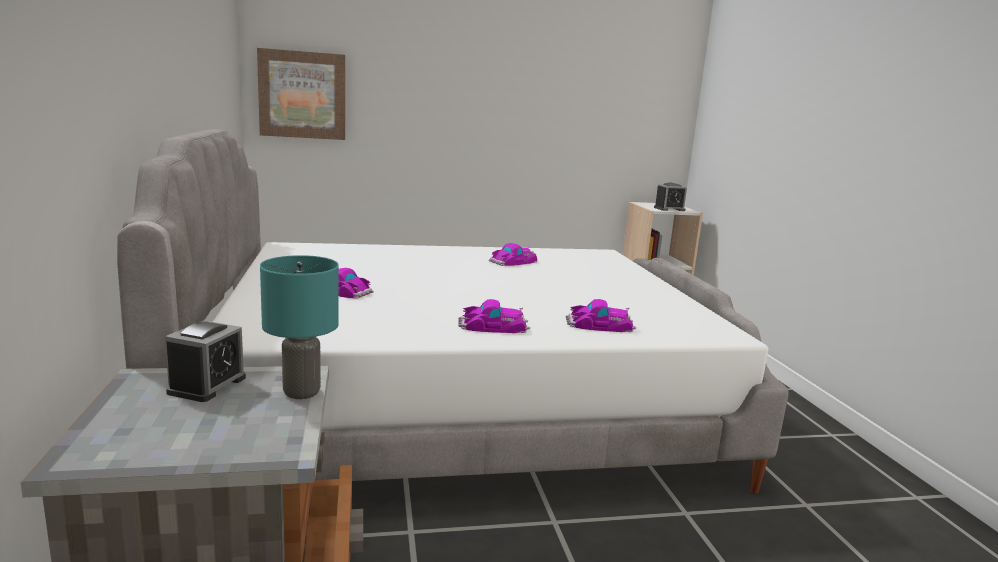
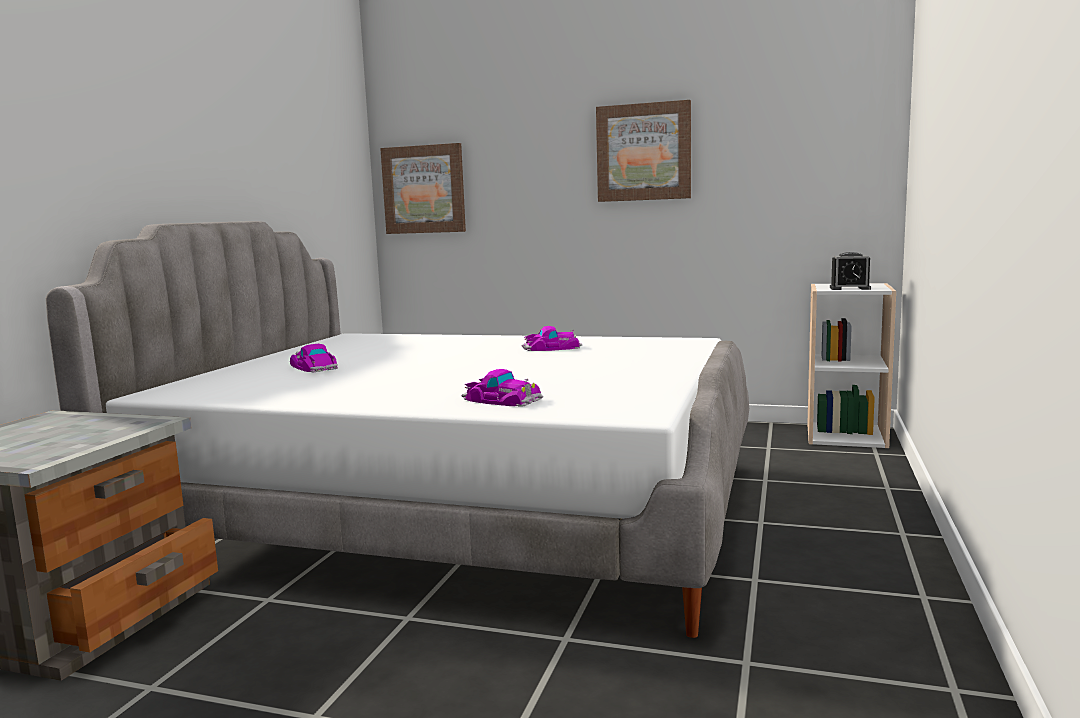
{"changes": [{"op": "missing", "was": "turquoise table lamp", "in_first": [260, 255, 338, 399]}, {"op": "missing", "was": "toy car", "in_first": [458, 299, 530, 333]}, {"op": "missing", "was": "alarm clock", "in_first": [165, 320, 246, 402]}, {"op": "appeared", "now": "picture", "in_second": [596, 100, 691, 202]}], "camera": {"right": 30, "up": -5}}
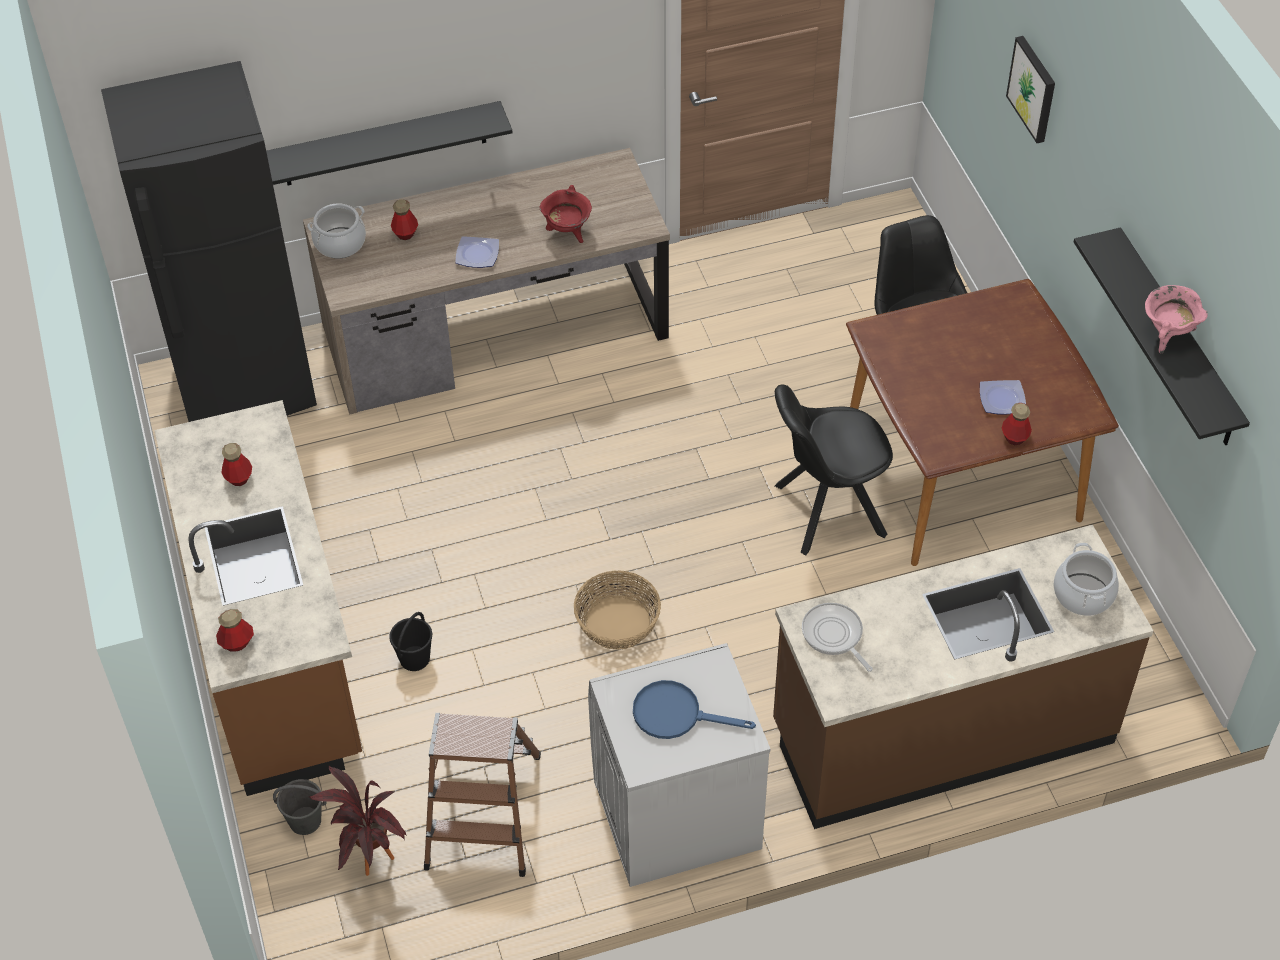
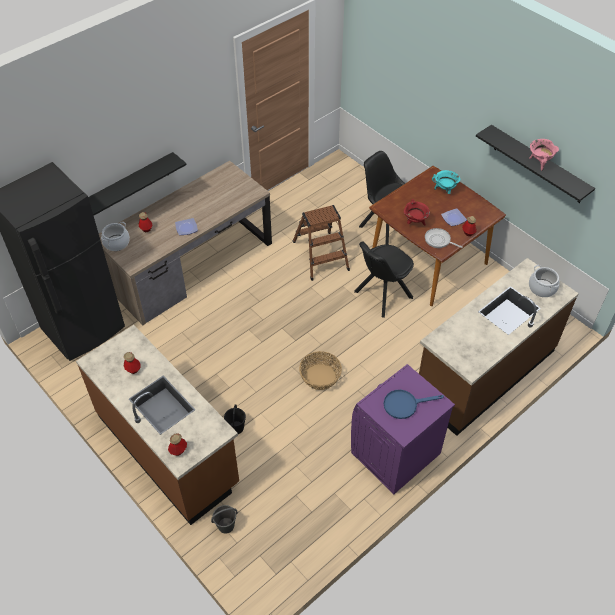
{"changes": [{"op": "missing", "was": "picture", "in_first": [1006, 36, 1055, 143]}, {"op": "relocated", "was": "red cooking pot", "in_first": [539, 185, 592, 243], "in_second": [404, 199, 430, 225]}, {"op": "relocated", "was": "frying pan", "in_first": [802, 603, 873, 672], "in_second": [425, 228, 463, 248]}, {"op": "colour", "was": "white washing machine", "now": "purple washing machine", "in_first": [588, 643, 770, 887], "in_second": [351, 364, 455, 494]}, {"op": "relocated", "was": "brown step ladder", "in_first": [424, 713, 541, 877], "in_second": [292, 205, 350, 281]}, {"op": "missing", "was": "potted plant", "in_first": [308, 766, 407, 876]}, {"op": "appeared", "now": "turquoise cooking pot", "in_second": [432, 170, 460, 194]}], "camera": {"right": -25, "up": 0}}
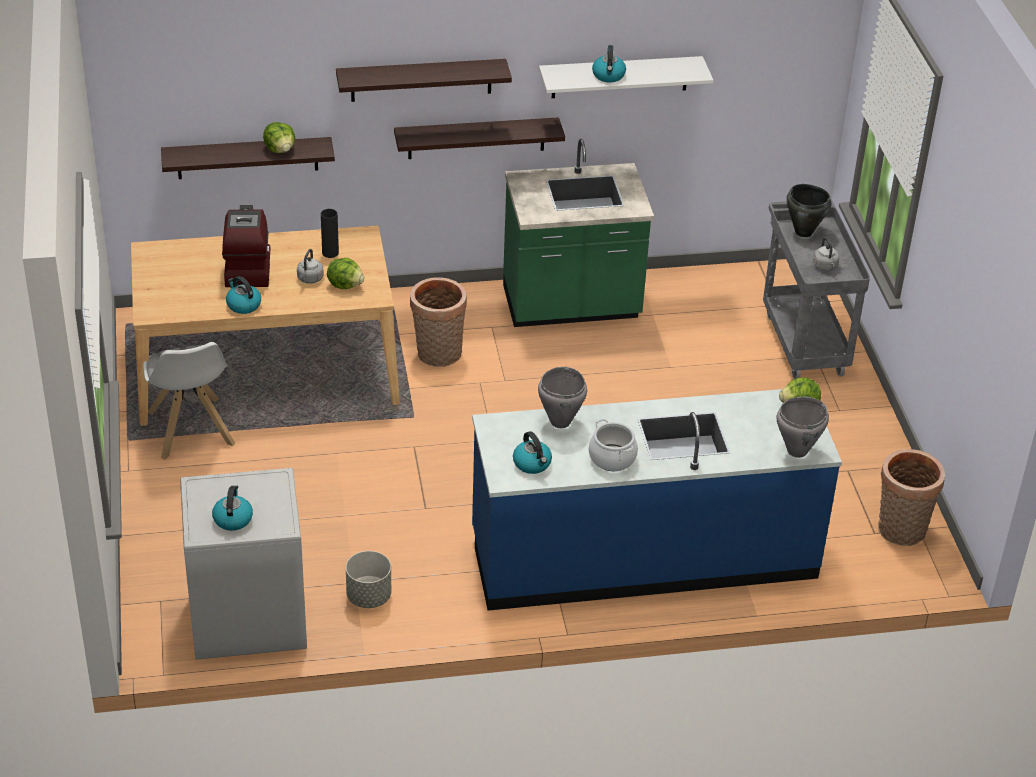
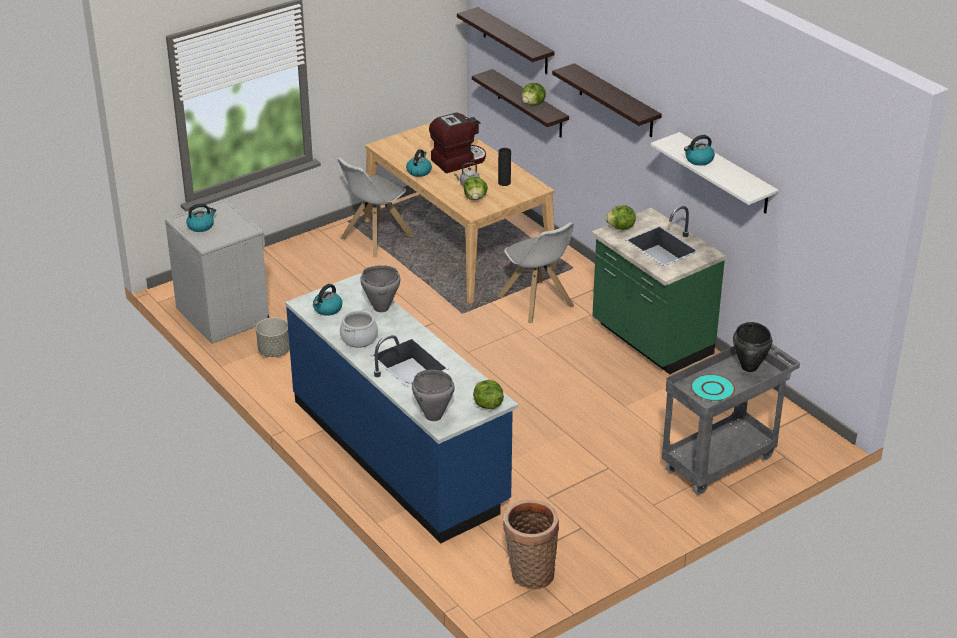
{"changes": [{"op": "relocated", "was": "shelf", "in_first": [394, 117, 565, 159], "in_second": [457, 7, 555, 74]}, {"op": "exchanged", "was": "grey kettle", "now": "turquoise plate", "in_first": [813, 237, 840, 271], "in_second": [691, 374, 735, 402]}, {"op": "exchanged", "was": "basket", "now": "chair", "in_first": [410, 277, 467, 367], "in_second": [498, 222, 574, 323]}, {"op": "appeared", "now": "lettuce", "in_second": [605, 205, 636, 230]}], "camera": {"right": 65, "up": -5}}
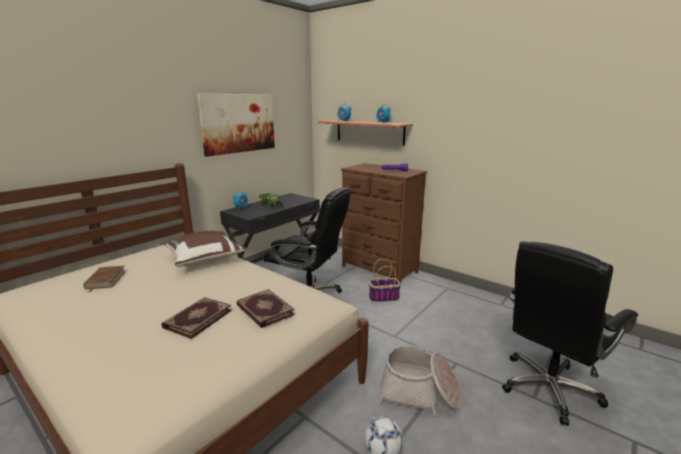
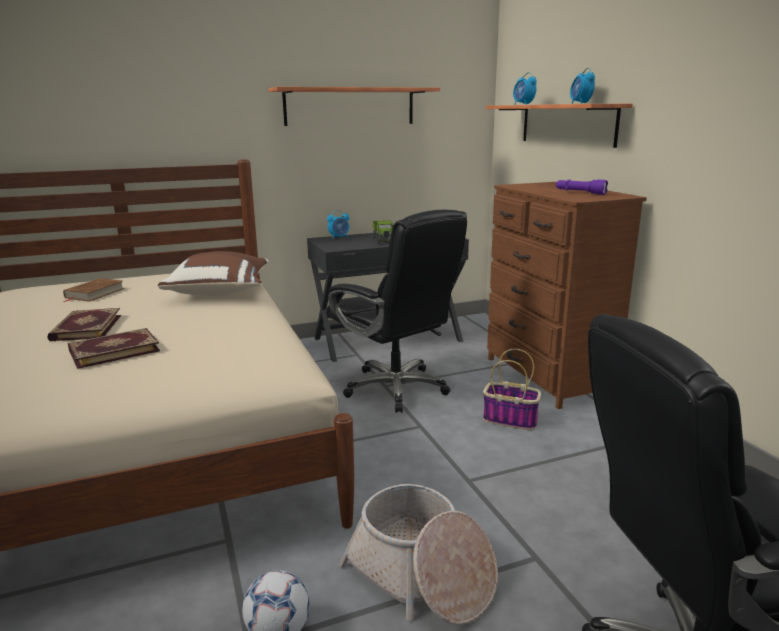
{"changes": [{"op": "exchanged", "was": "picture", "now": "shelf", "in_first": [197, 94, 275, 157], "in_second": [269, 87, 440, 126]}, {"op": "relocated", "was": "book", "in_first": [236, 289, 295, 328], "in_second": [47, 308, 121, 341]}], "camera": {"right": 30, "up": 0}}
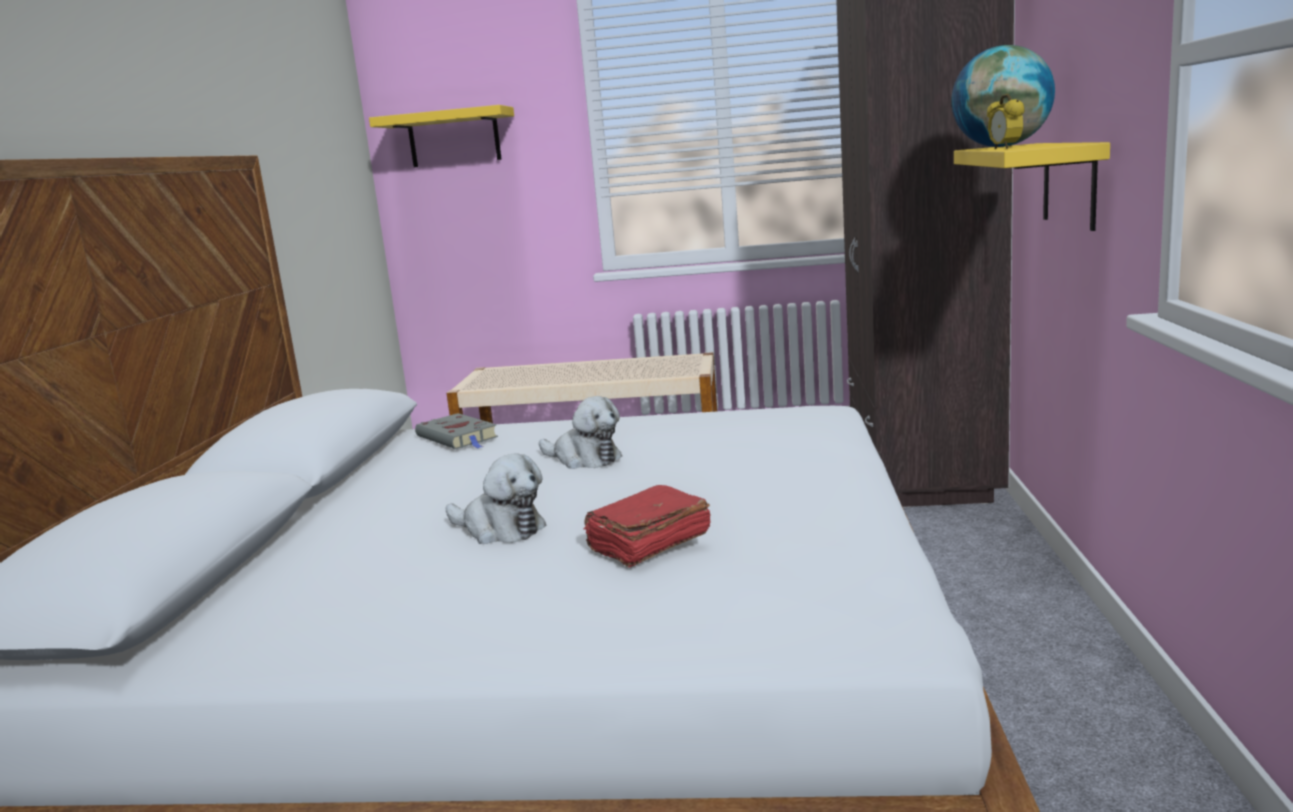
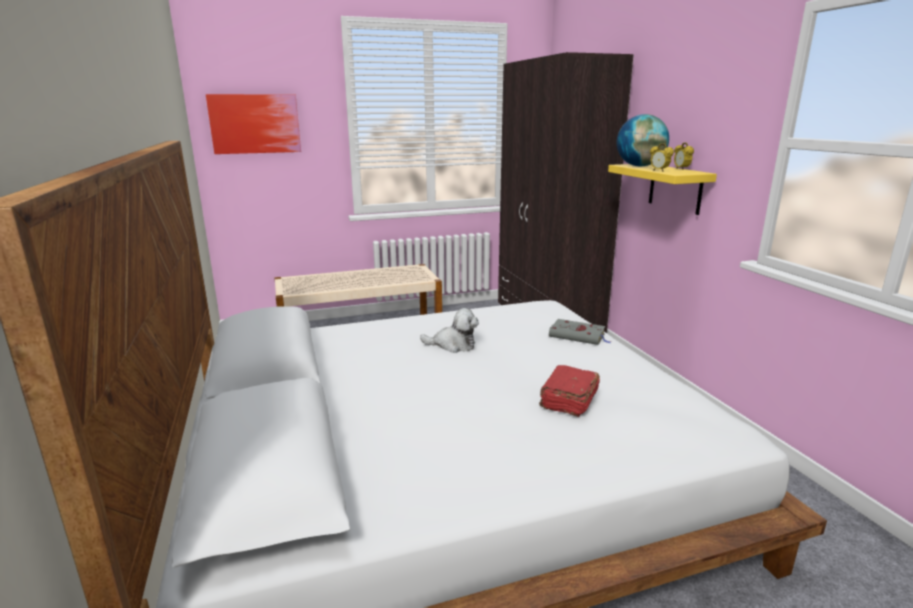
{"changes": [{"op": "exchanged", "was": "yellow shelf", "now": "picture", "in_first": [369, 105, 514, 167], "in_second": [206, 94, 301, 154]}, {"op": "relocated", "was": "grey book", "in_first": [415, 413, 498, 449], "in_second": [549, 319, 610, 345]}, {"op": "missing", "was": "plush toy", "in_first": [446, 453, 547, 544]}, {"op": "appeared", "now": "alarm clock", "in_second": [674, 143, 694, 170]}], "camera": {"right": -25, "up": 5}}
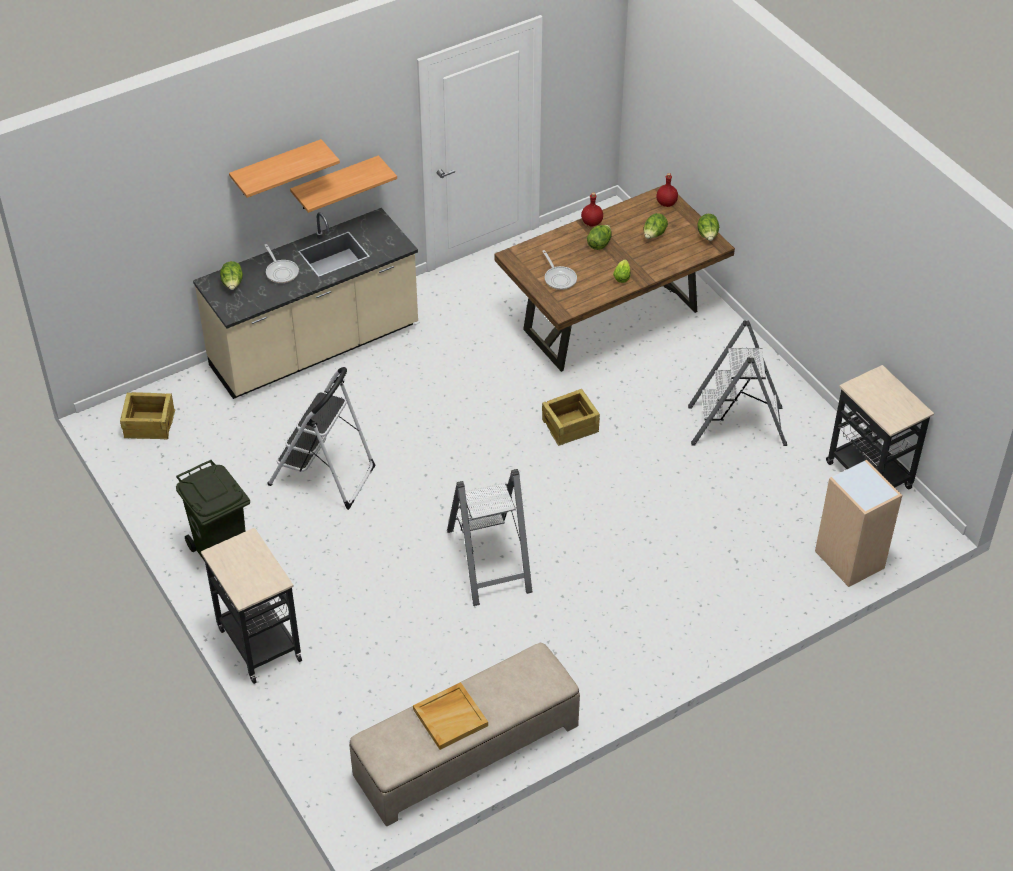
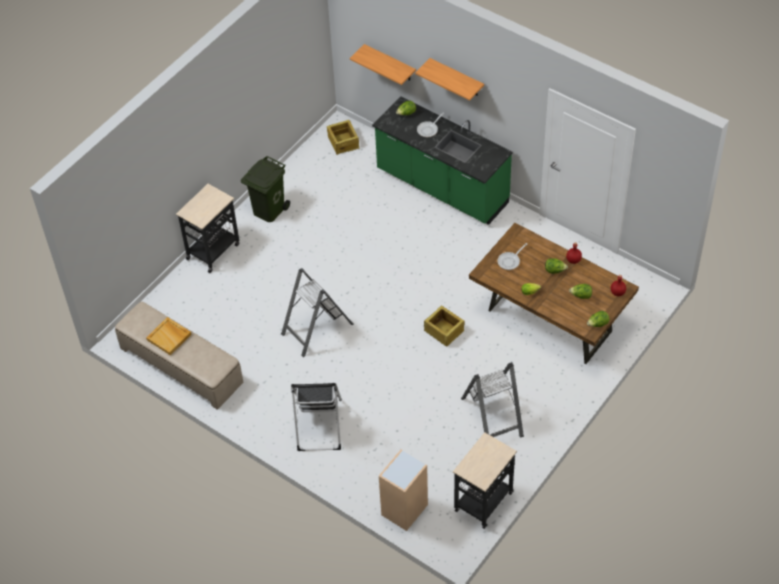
{"changes": [{"op": "relocated", "was": "shelf", "in_first": [290, 155, 397, 213], "in_second": [350, 44, 416, 85]}, {"op": "colour", "was": "beige counter", "now": "green counter", "in_first": [193, 208, 418, 399], "in_second": [372, 96, 513, 225]}, {"op": "relocated", "was": "step ladder", "in_first": [267, 367, 375, 510], "in_second": [291, 383, 342, 451]}], "camera": {"right": 70, "up": 5}}
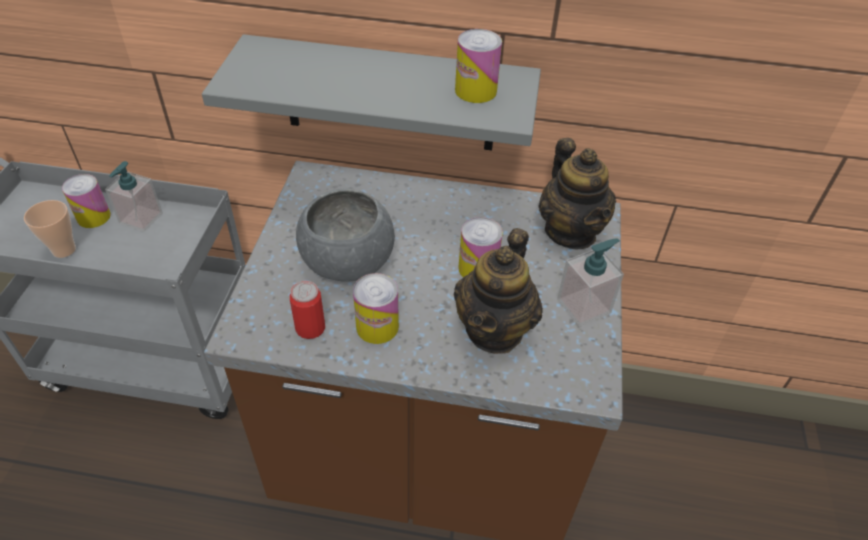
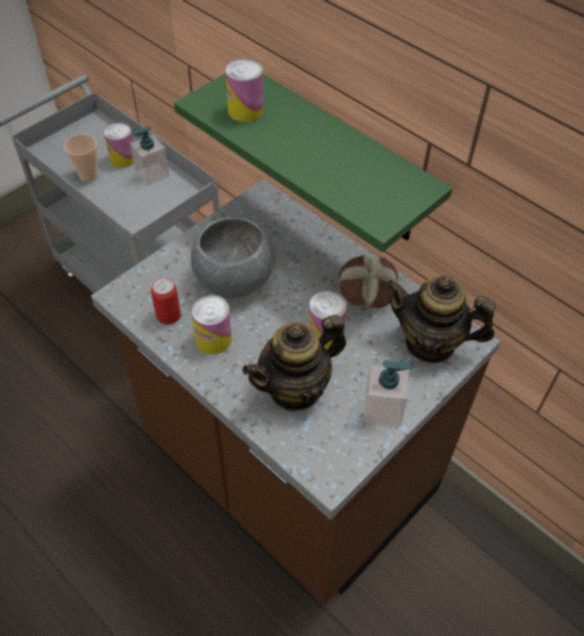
{"changes": [{"op": "relocated", "was": "can", "in_first": [455, 29, 502, 103], "in_second": [225, 59, 264, 122]}, {"op": "colour", "was": "grey shelf", "now": "green shelf", "in_first": [202, 34, 541, 150], "in_second": [174, 73, 453, 252]}, {"op": "spun", "was": "teapot", "in_first": [539, 138, 616, 250], "in_second": [386, 275, 496, 364], "clockwise": 90}, {"op": "appeared", "now": "bread", "in_second": [339, 255, 398, 308]}], "camera": {"right": 35, "up": 5}}
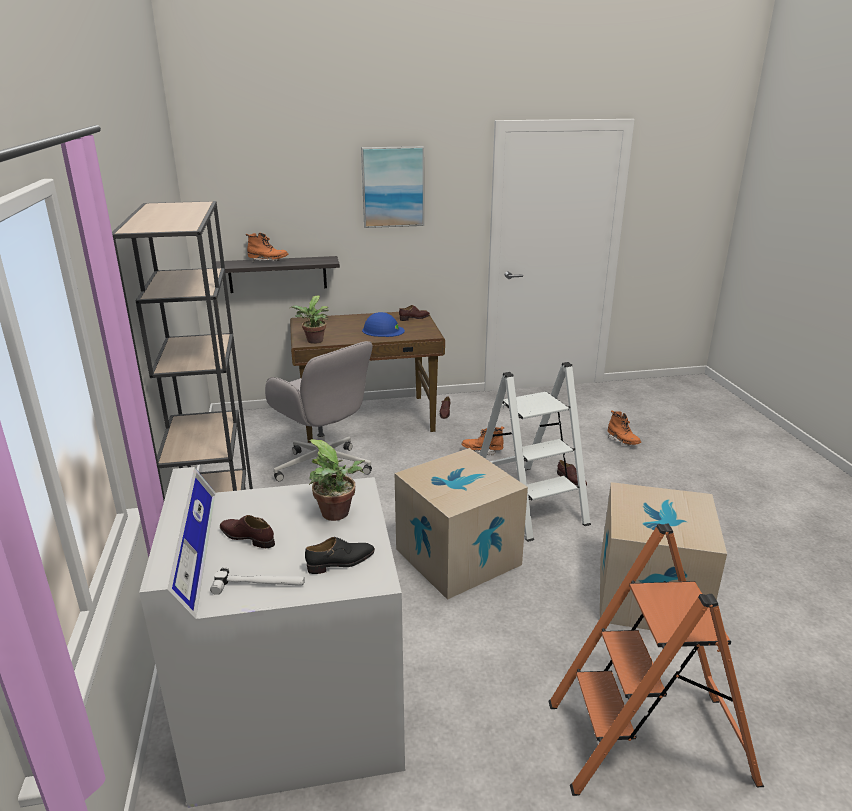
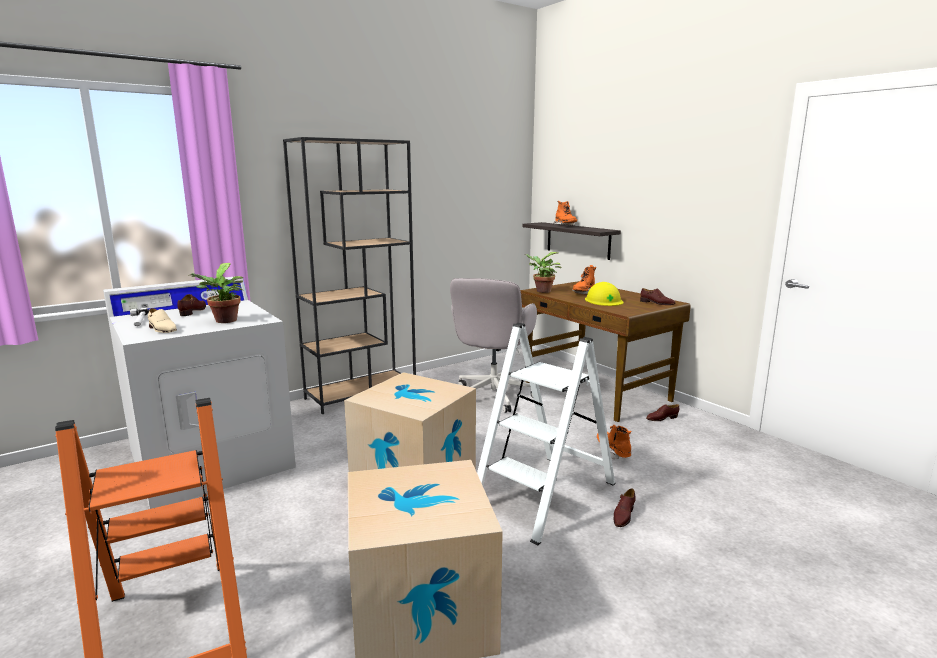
{"changes": [{"op": "missing", "was": "picture", "in_first": [361, 146, 424, 228]}, {"op": "colour", "was": "blue hard hat", "now": "yellow hard hat", "in_first": [362, 312, 405, 337], "in_second": [585, 282, 623, 306]}, {"op": "relocated", "was": "orange boot", "in_first": [608, 410, 641, 445], "in_second": [572, 265, 596, 294]}, {"op": "colour", "was": "black shoe", "now": "beige shoe", "in_first": [305, 537, 375, 574], "in_second": [148, 308, 177, 333]}], "camera": {"right": 65, "up": -10}}
